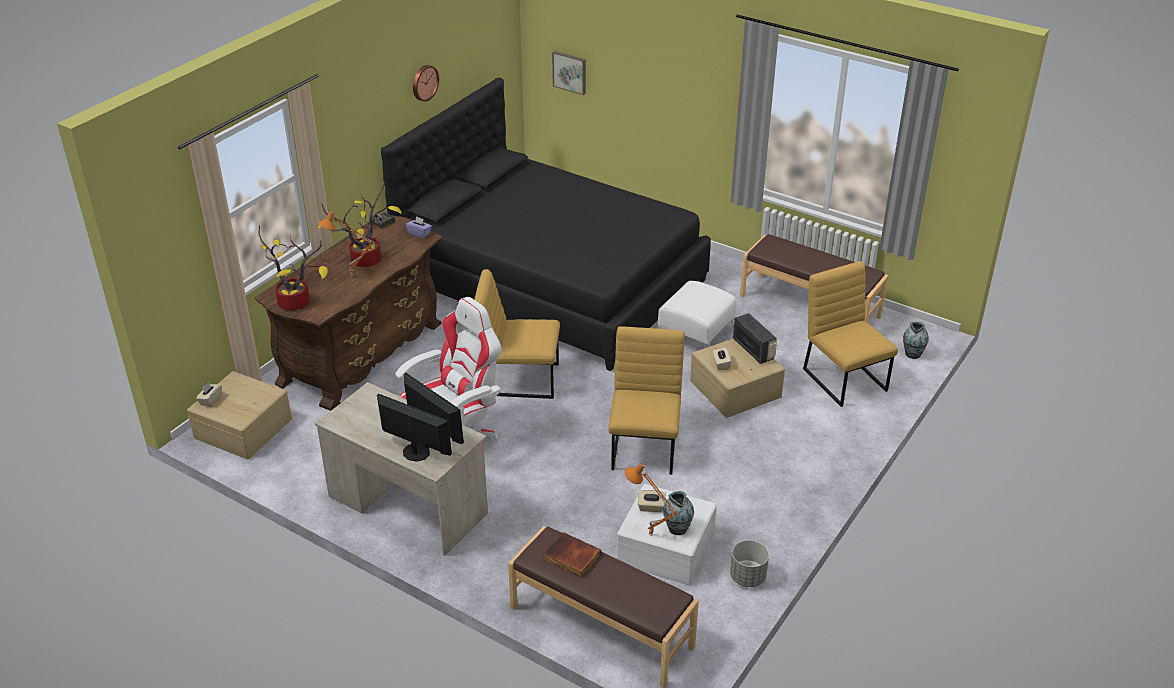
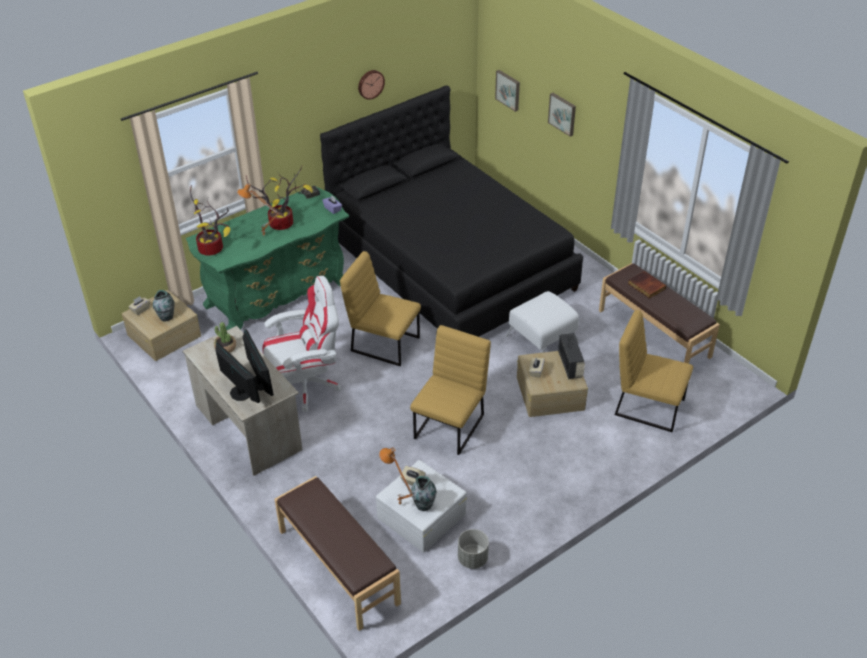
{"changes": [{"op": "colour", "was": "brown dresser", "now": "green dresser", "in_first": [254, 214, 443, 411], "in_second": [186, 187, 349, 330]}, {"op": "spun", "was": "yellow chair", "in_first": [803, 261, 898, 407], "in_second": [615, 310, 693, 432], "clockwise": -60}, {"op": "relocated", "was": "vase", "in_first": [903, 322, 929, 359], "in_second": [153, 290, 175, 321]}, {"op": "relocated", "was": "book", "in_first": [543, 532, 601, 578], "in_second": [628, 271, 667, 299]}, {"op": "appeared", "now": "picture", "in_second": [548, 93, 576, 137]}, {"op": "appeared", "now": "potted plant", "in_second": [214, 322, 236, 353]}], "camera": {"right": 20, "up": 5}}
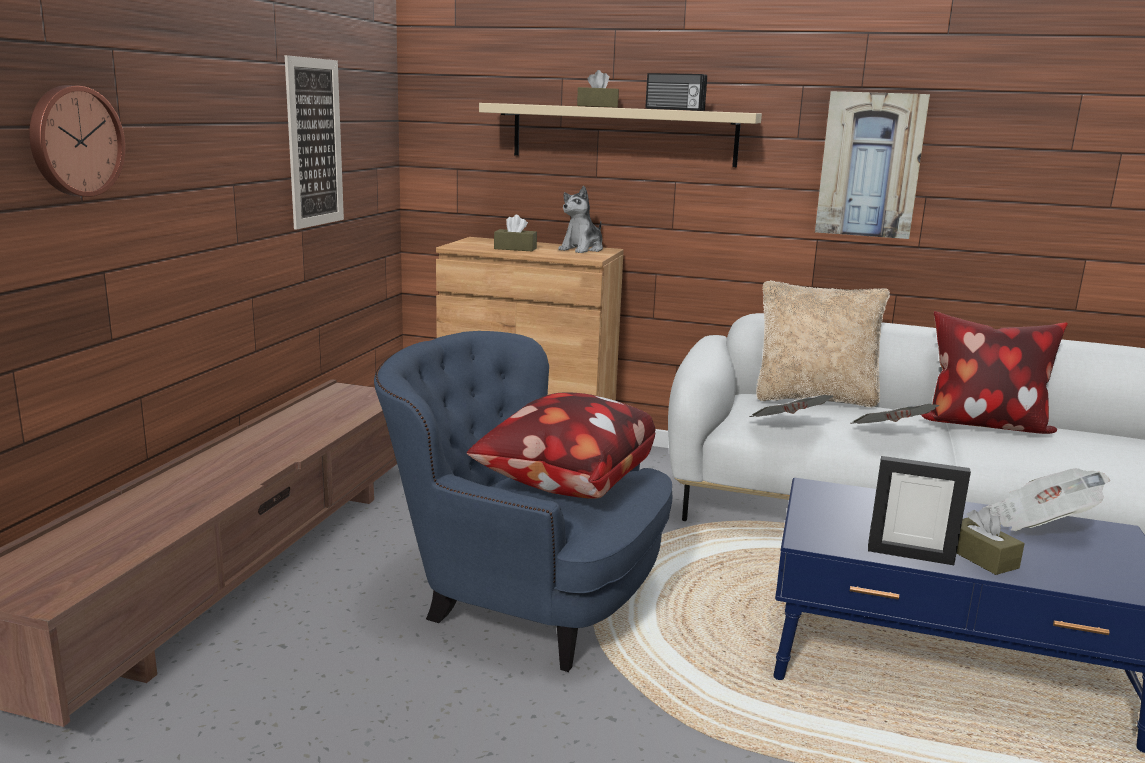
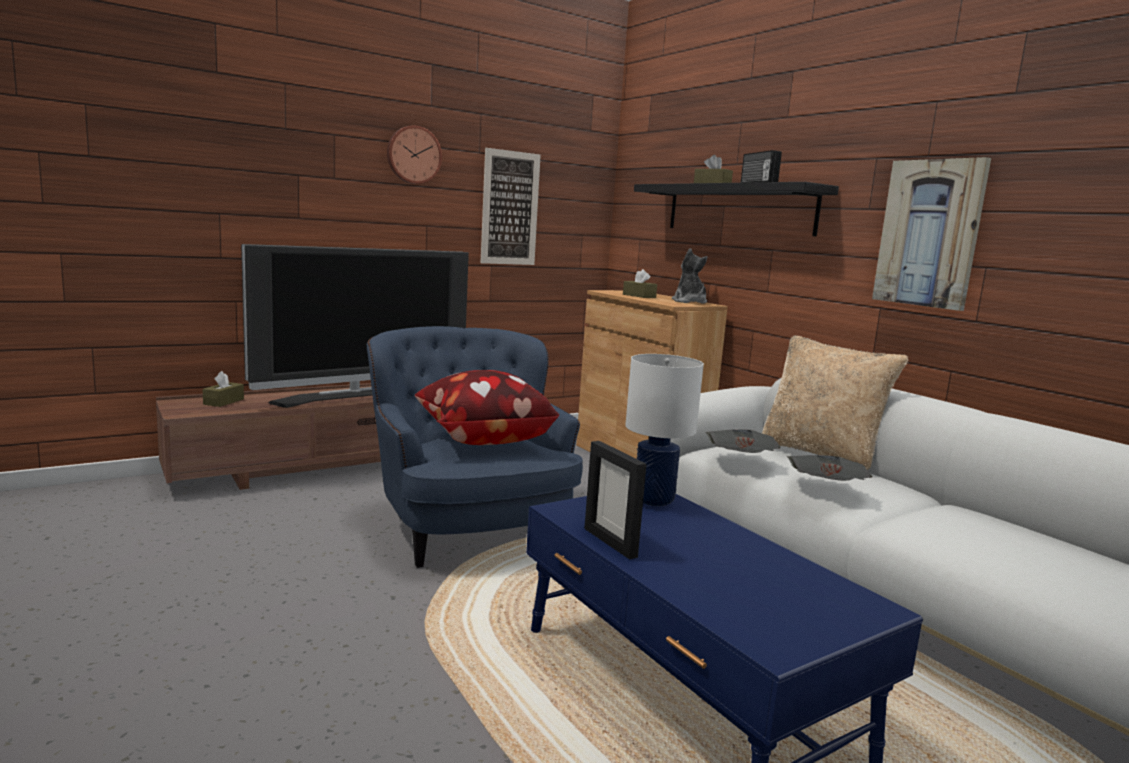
{"changes": [{"op": "relocated", "was": "wall clock", "in_first": [29, 85, 125, 197], "in_second": [387, 125, 442, 184]}, {"op": "colour", "was": "beige shelf", "now": "black shelf", "in_first": [479, 103, 762, 167], "in_second": [634, 182, 839, 236]}, {"op": "spun", "was": "plush toy", "in_first": [558, 186, 603, 253], "in_second": [672, 248, 707, 304], "clockwise": 90}, {"op": "missing", "was": "pillow", "in_first": [921, 311, 1068, 434]}, {"op": "missing", "was": "newspaper", "in_first": [982, 468, 1110, 531]}, {"op": "relocated", "was": "brown tissue box", "in_first": [956, 507, 1025, 575], "in_second": [203, 371, 244, 407]}, {"op": "appeared", "now": "television", "in_second": [241, 244, 469, 408]}, {"op": "appeared", "now": "white table lamp", "in_second": [625, 354, 704, 507]}], "camera": {"right": 40, "up": -5}}
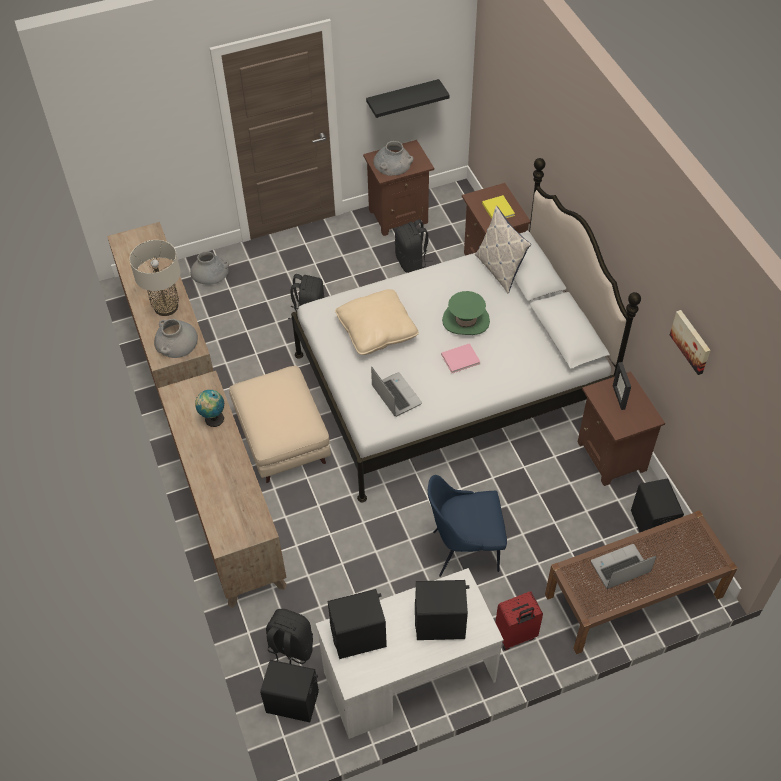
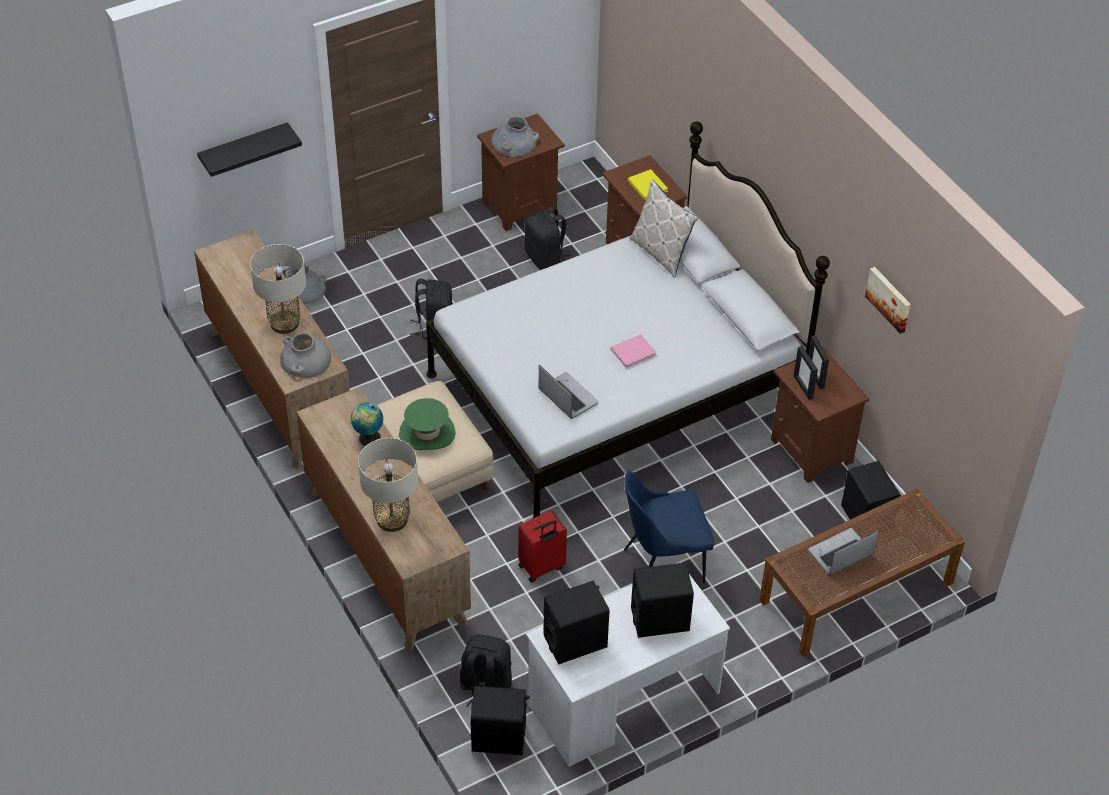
{"changes": [{"op": "relocated", "was": "black shelf", "in_first": [366, 79, 450, 118], "in_second": [197, 122, 302, 177]}, {"op": "missing", "was": "beige pillow", "in_first": [335, 289, 419, 355]}, {"op": "relocated", "was": "green hat", "in_first": [442, 291, 490, 335], "in_second": [399, 398, 456, 450]}, {"op": "relocated", "was": "red suitcase", "in_first": [495, 591, 543, 651], "in_second": [518, 510, 567, 583]}, {"op": "appeared", "now": "picture frame", "in_second": [794, 346, 818, 400]}, {"op": "appeared", "now": "table lamp", "in_second": [358, 438, 418, 532]}], "camera": {"right": -10, "up": -5}}
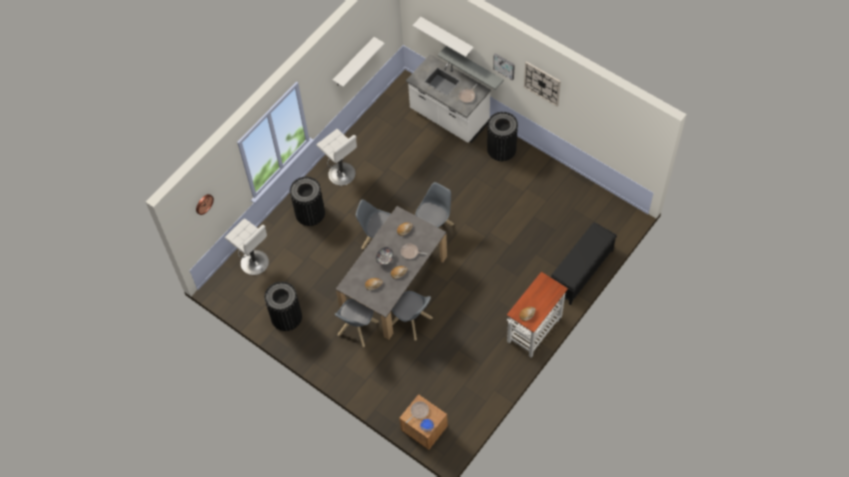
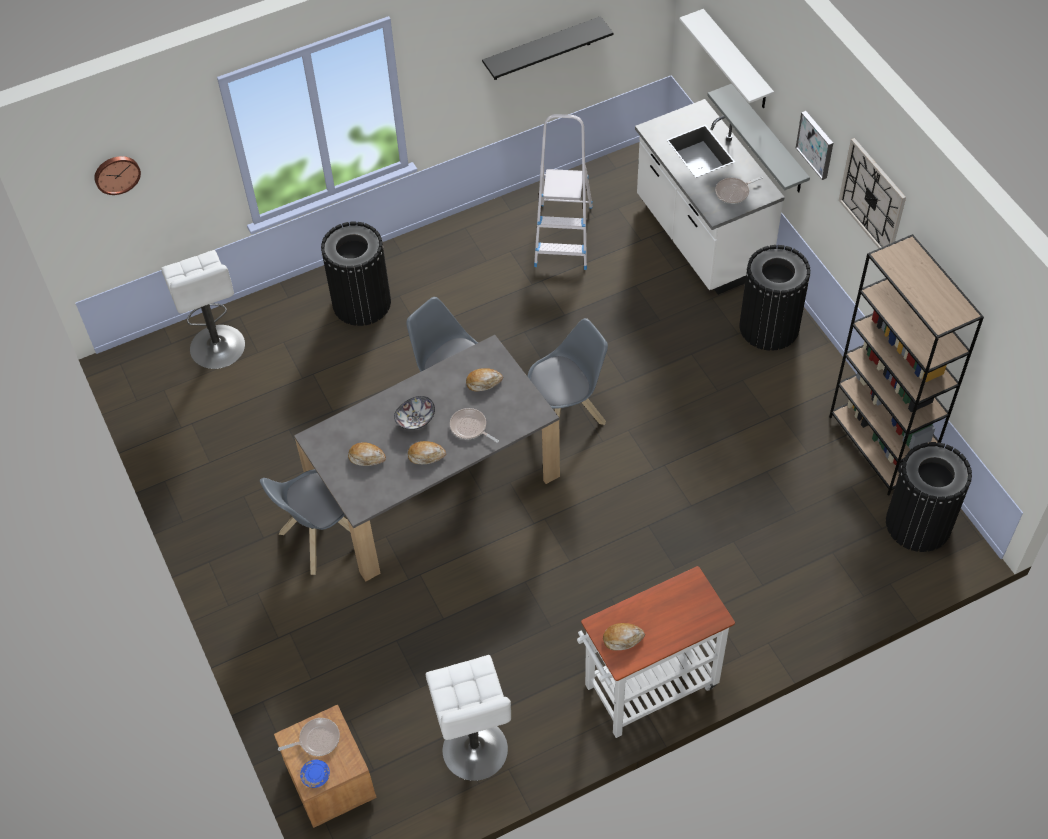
{"changes": [{"op": "colour", "was": "white shelf", "now": "black shelf", "in_first": [332, 37, 385, 87], "in_second": [482, 16, 614, 80]}, {"op": "relocated", "was": "white stool", "in_first": [316, 129, 357, 186], "in_second": [426, 655, 511, 781]}, {"op": "missing", "was": "black bench", "in_first": [551, 222, 617, 305]}, {"op": "relocated", "was": "black trash can", "in_first": [264, 281, 302, 331], "in_second": [886, 442, 972, 552]}, {"op": "missing", "was": "grey chair", "in_first": [392, 291, 433, 340]}, {"op": "appeared", "now": "white step ladder", "in_second": [534, 114, 593, 270]}, {"op": "appeared", "now": "beige bookcase", "in_second": [829, 234, 984, 496]}], "camera": {"right": 25, "up": -5}}
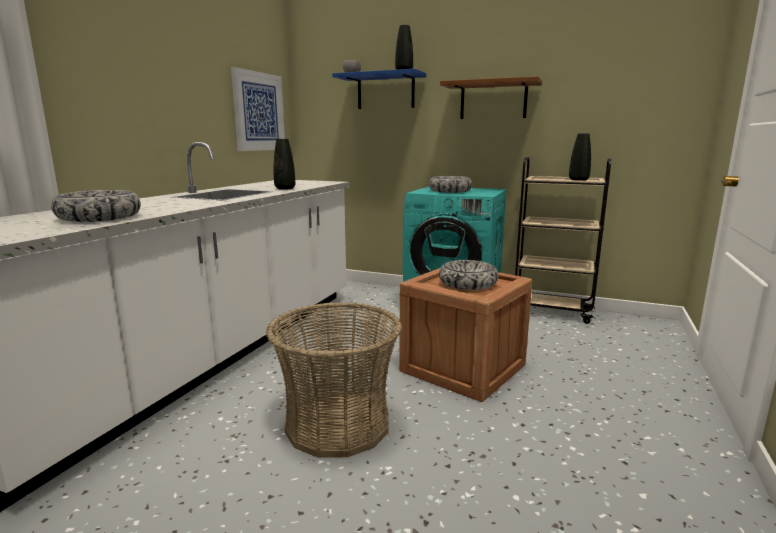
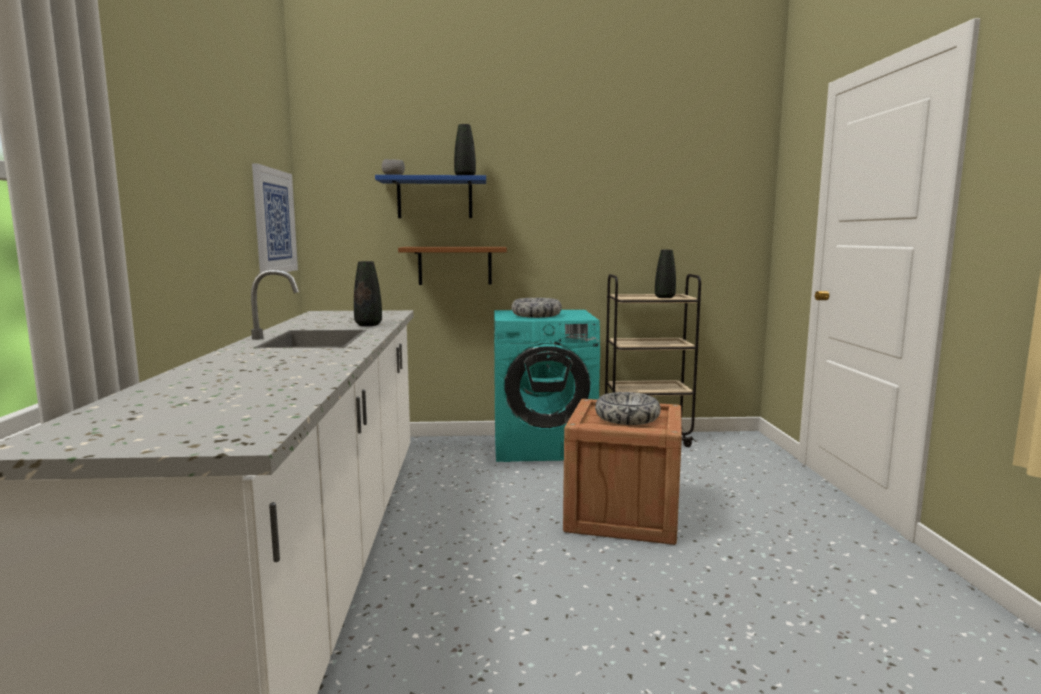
{"changes": [{"op": "relocated", "was": "brown shelf", "in_first": [440, 76, 542, 119], "in_second": [398, 247, 507, 285]}, {"op": "missing", "was": "bowl", "in_first": [51, 190, 141, 222]}, {"op": "missing", "was": "basket", "in_first": [266, 302, 402, 457]}], "camera": {"right": -25, "up": -5}}
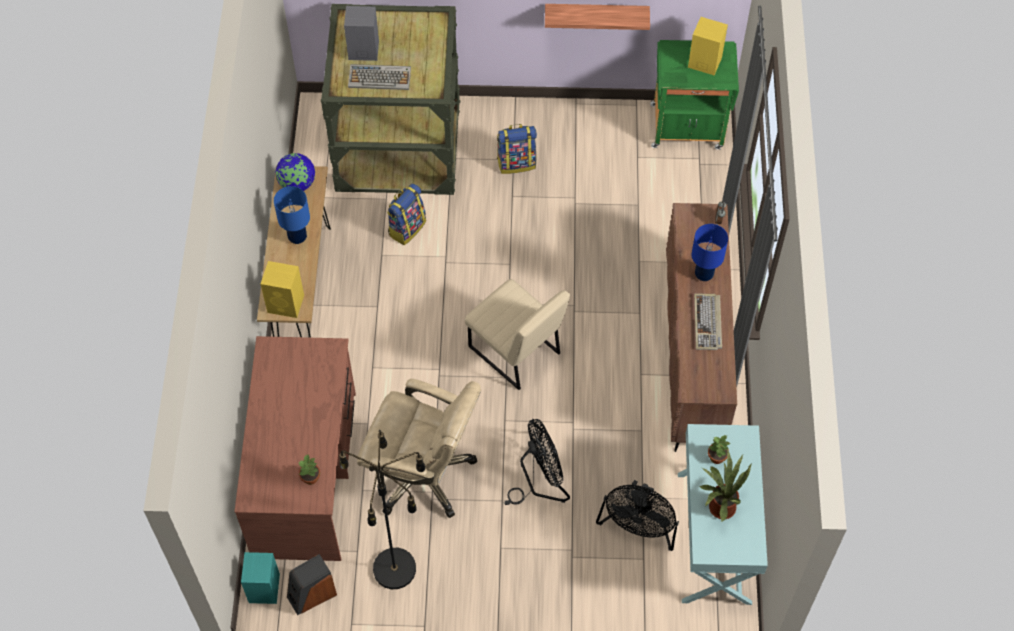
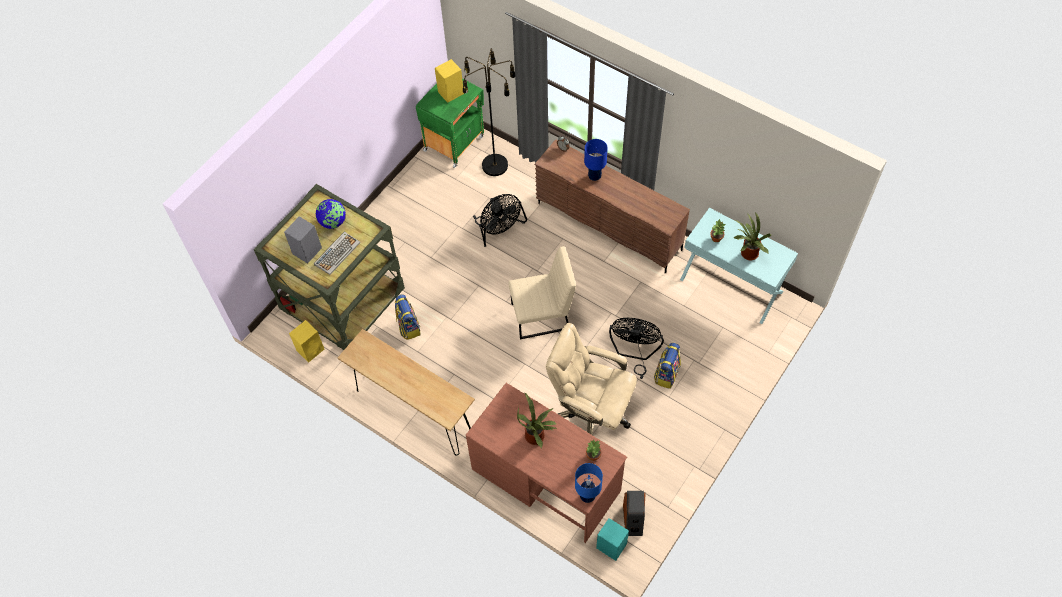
{"changes": [{"op": "missing", "was": "shelf", "in_first": [545, 4, 650, 30]}, {"op": "relocated", "was": "backpack", "in_first": [497, 124, 537, 174], "in_second": [654, 343, 681, 389]}, {"op": "relocated", "was": "globe", "in_first": [276, 153, 315, 191], "in_second": [316, 199, 346, 229]}, {"op": "relocated", "was": "blue table lamp", "in_first": [274, 186, 310, 244], "in_second": [575, 463, 603, 503]}, {"op": "relocated", "was": "yellow speaker", "in_first": [260, 261, 304, 318], "in_second": [289, 320, 324, 363]}, {"op": "missing", "was": "keyboard", "in_first": [694, 294, 722, 350]}, {"op": "spun", "was": "beige office chair", "in_first": [357, 379, 481, 518], "in_second": [546, 323, 637, 435], "clockwise": -120}, {"op": "relocated", "was": "floor lamp", "in_first": [339, 430, 425, 589], "in_second": [463, 48, 516, 176]}, {"op": "relocated", "was": "black fan", "in_first": [596, 480, 679, 551], "in_second": [473, 194, 527, 247]}, {"op": "appeared", "now": "potted plant", "in_second": [517, 393, 558, 449]}], "camera": {"right": -55, "up": 0}}
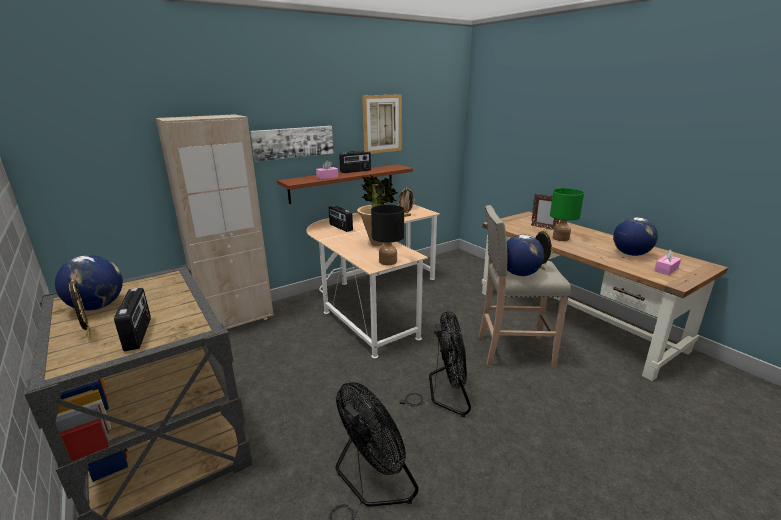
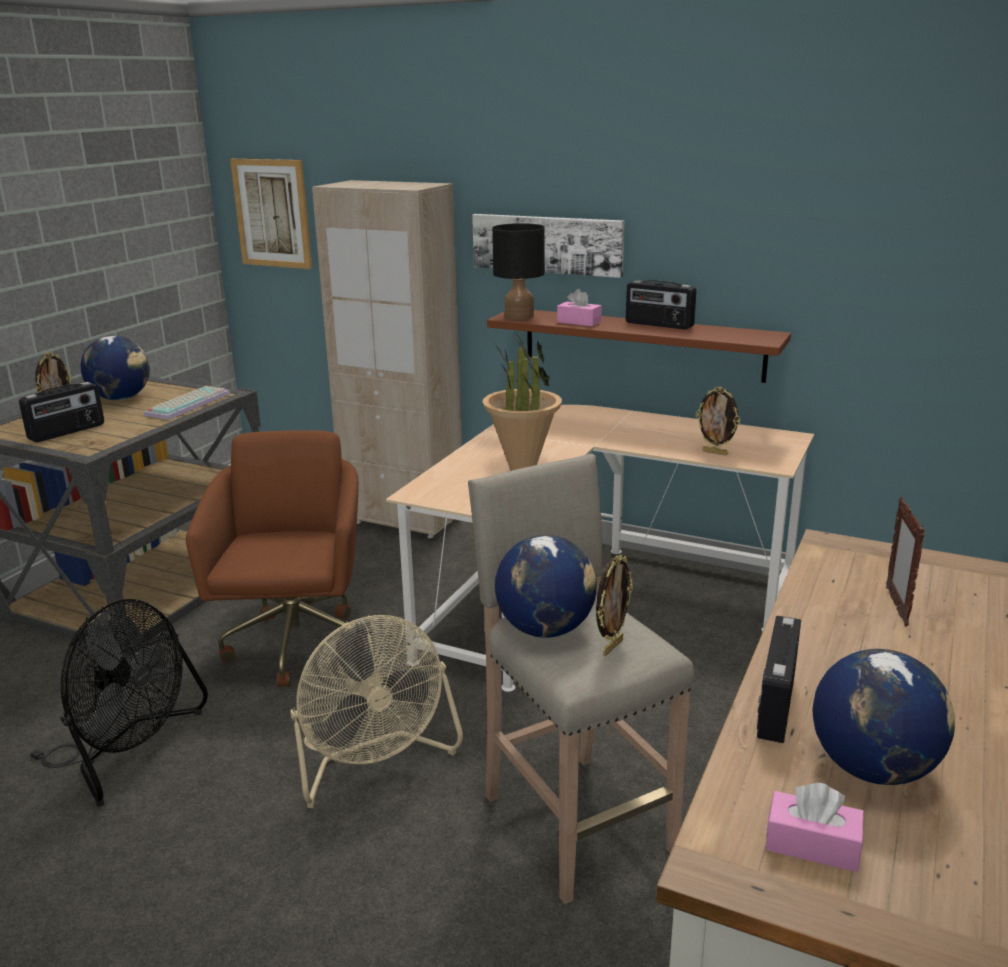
{"changes": [{"op": "relocated", "was": "picture", "in_first": [362, 94, 402, 154], "in_second": [230, 159, 312, 269]}, {"op": "missing", "was": "green table lamp", "in_first": [550, 188, 584, 241]}, {"op": "relocated", "was": "radio", "in_first": [329, 205, 353, 232], "in_second": [757, 616, 801, 743]}, {"op": "relocated", "was": "black table lamp", "in_first": [371, 205, 404, 265], "in_second": [492, 223, 544, 320]}, {"op": "colour", "was": "black fan", "now": "beige fan", "in_first": [398, 311, 471, 418], "in_second": [290, 615, 463, 808]}, {"op": "appeared", "now": "keyboard", "in_second": [144, 386, 230, 420]}, {"op": "appeared", "now": "brown office chair", "in_second": [186, 430, 359, 687]}], "camera": {"right": 60, "up": 0}}
